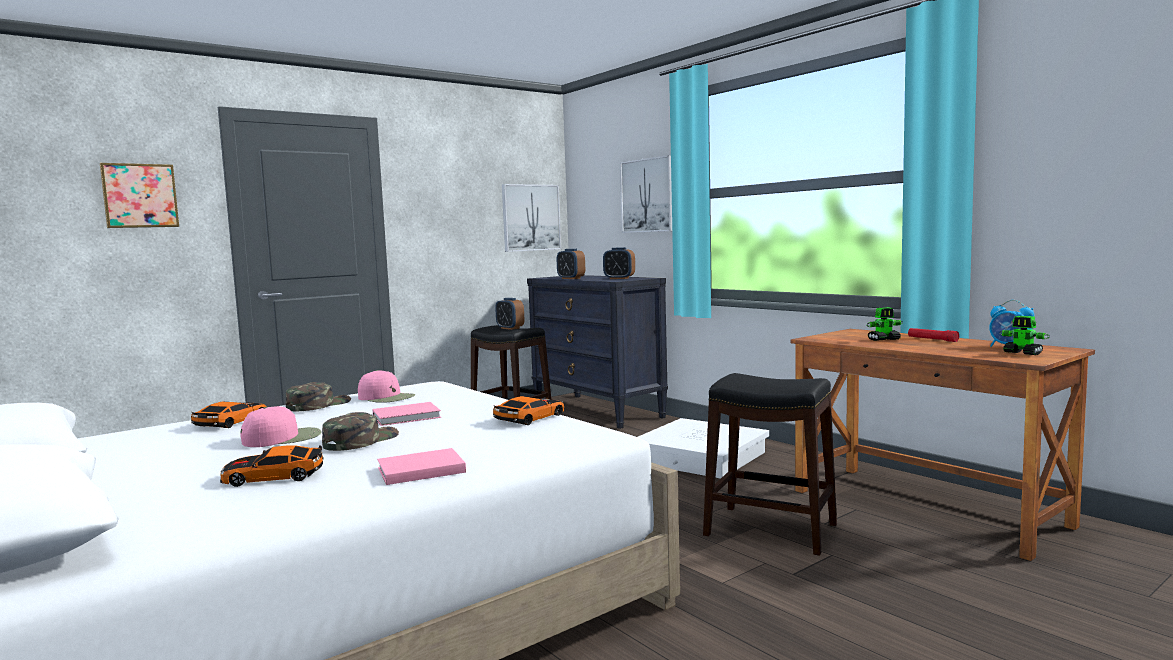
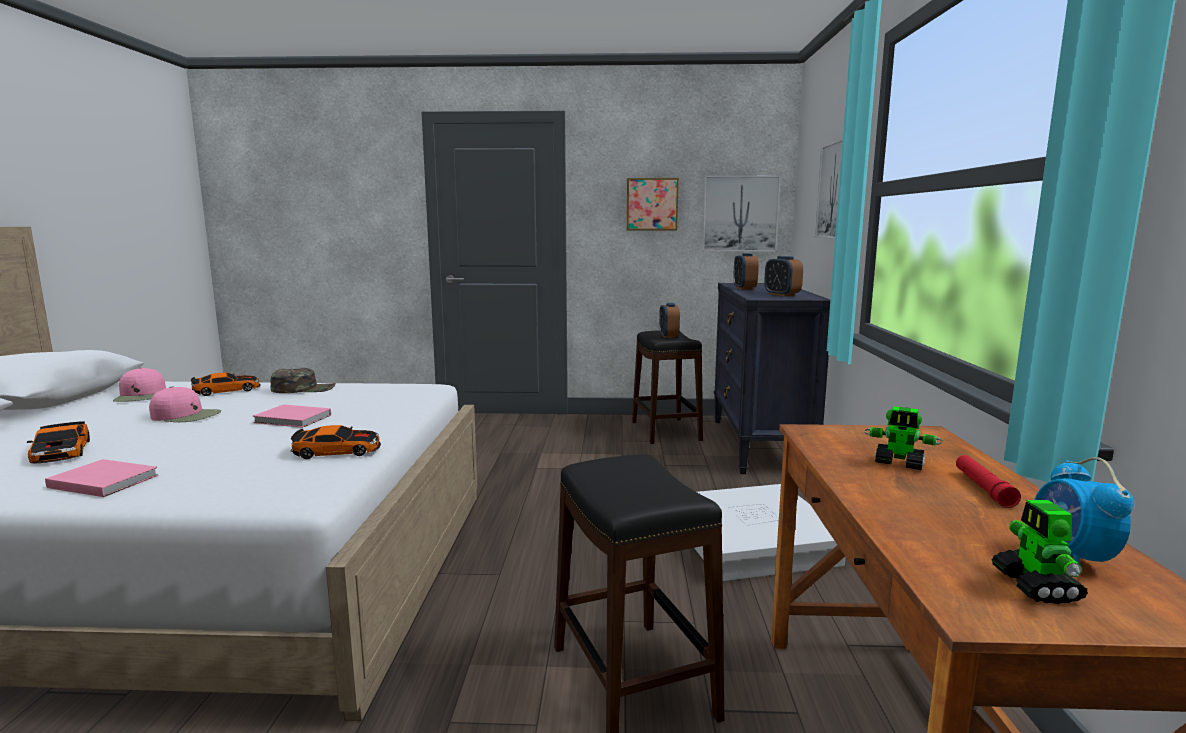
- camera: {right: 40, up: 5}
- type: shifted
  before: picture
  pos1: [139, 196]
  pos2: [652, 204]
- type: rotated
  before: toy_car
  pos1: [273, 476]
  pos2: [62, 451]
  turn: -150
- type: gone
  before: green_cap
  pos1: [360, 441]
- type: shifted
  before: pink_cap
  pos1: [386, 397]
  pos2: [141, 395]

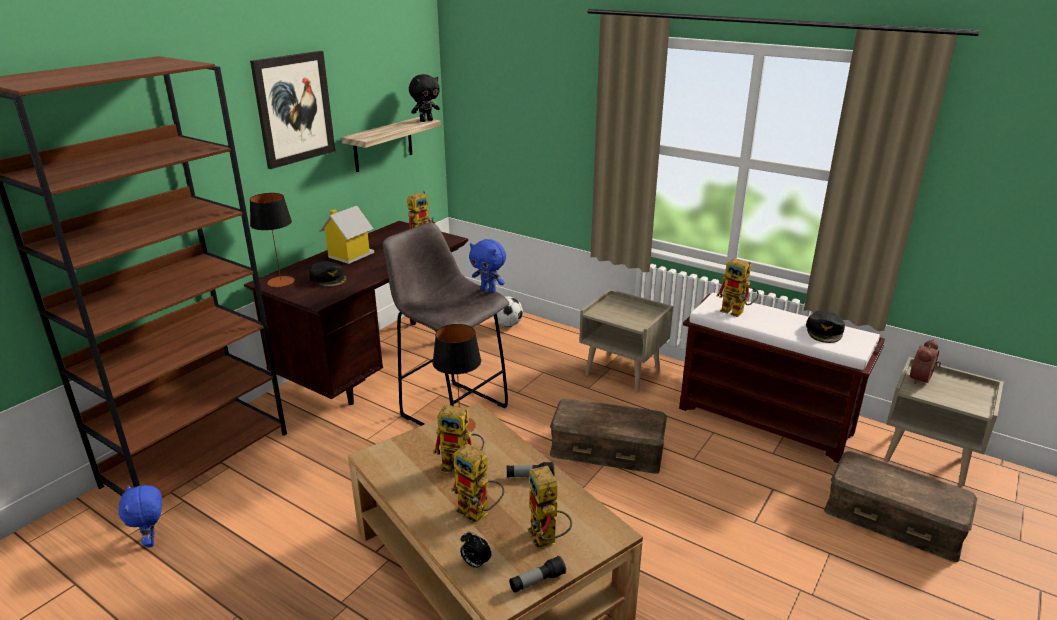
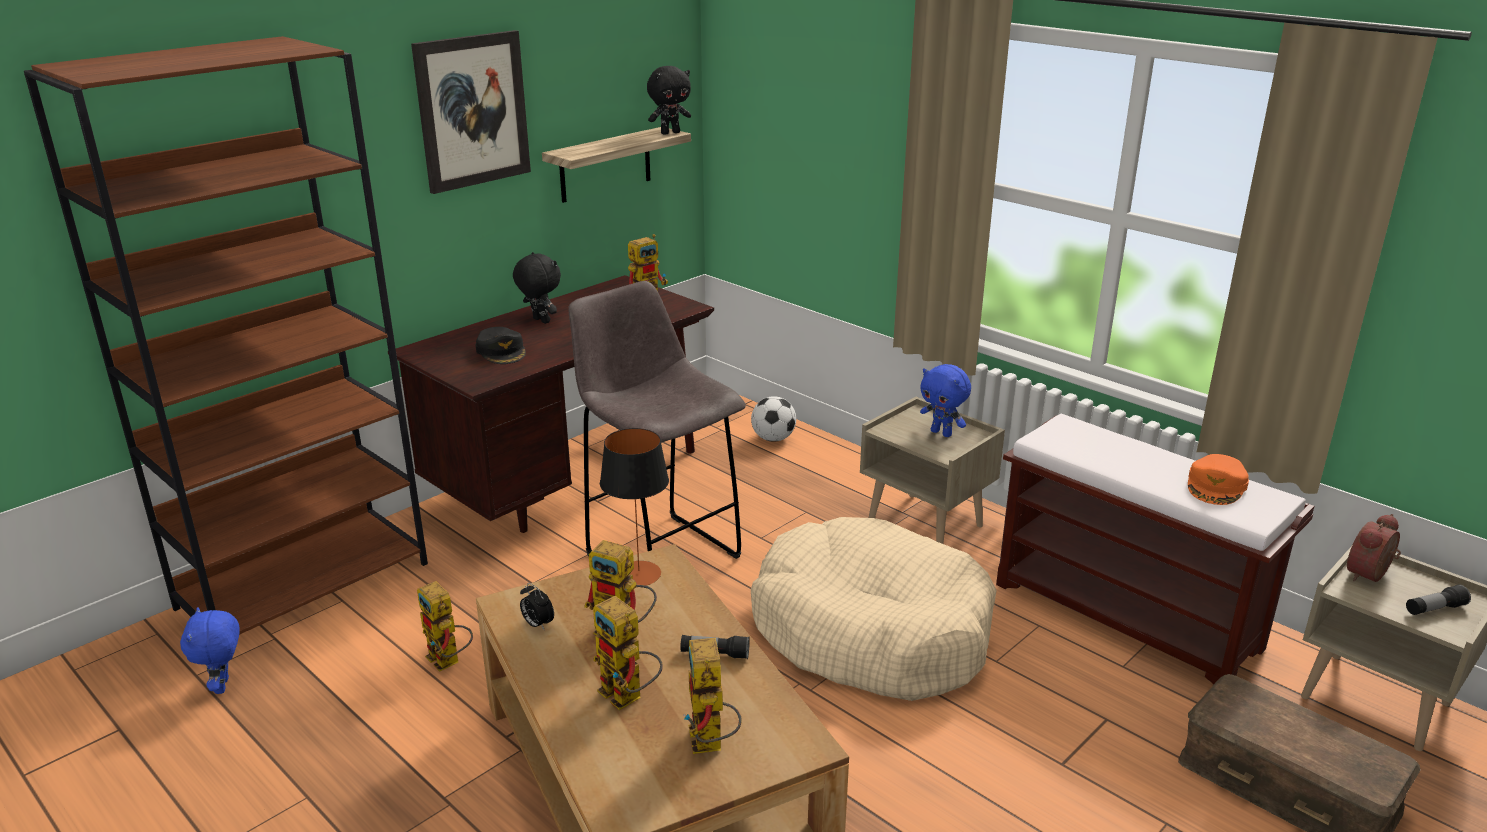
- camera: {right: 10, up: 0}
- type: gone
  before: table_lamp
  pos1: [281, 281]
- type: swapped
  before: toy_house
  after: black_plush_toy
  pos1: [349, 255]
  pos2: [540, 321]
- type: shifted
  before: alarm_clock
  pos1: [475, 564]
  pos2: [537, 624]
- type: shifted
  before: blue_plush_toy
  pos1: [489, 290]
  pos2: [942, 433]
- type: shifted
  before: flashlight
  pos1: [537, 581]
  pos2: [1434, 609]
- type: swapped
  before: brown_storage_box
  after: beige_dog_bed
  pos1: [607, 448]
  pos2: [870, 631]
- type: shifted
  before: toy_robot
  pos1: [737, 312]
  pos2: [449, 662]
- type: repainted
  before: black_cap
  after: orange_cap
  pos1: [824, 331]
  pos2: [1216, 486]

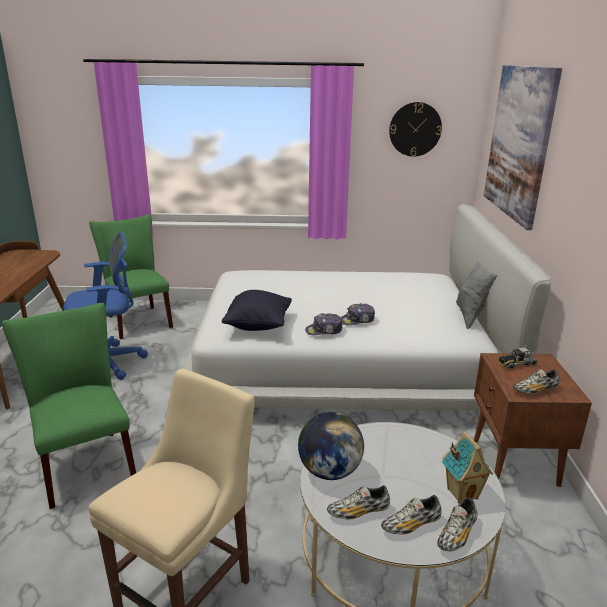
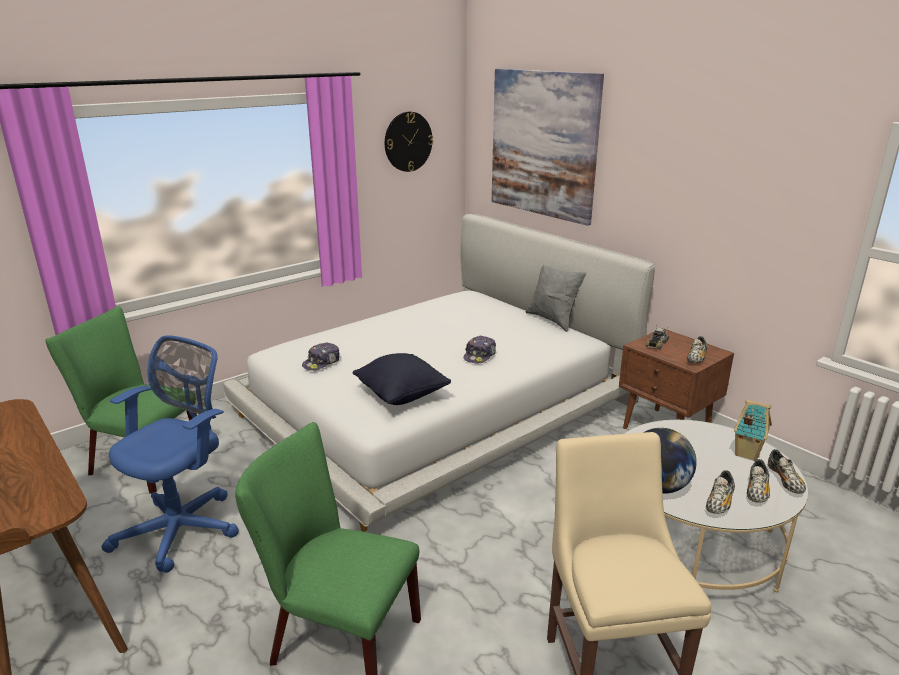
- camera: {right: -40, up: 0}
- type: shifted
  before: cap
  pos1: [324, 331]
  pos2: [322, 363]

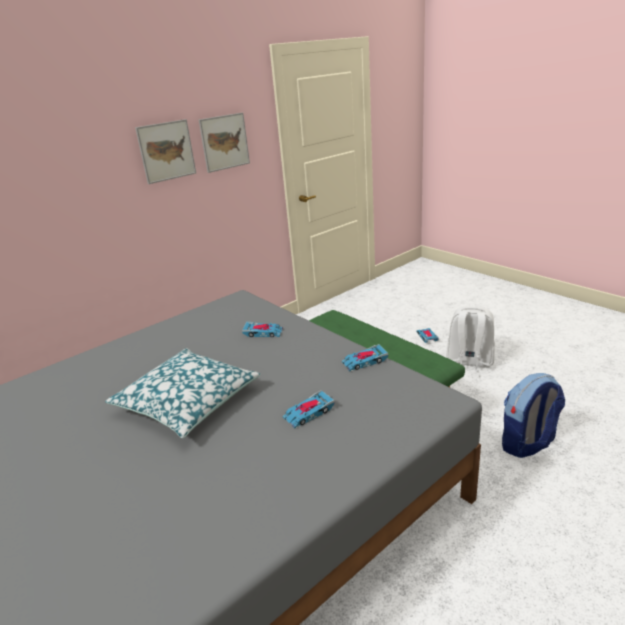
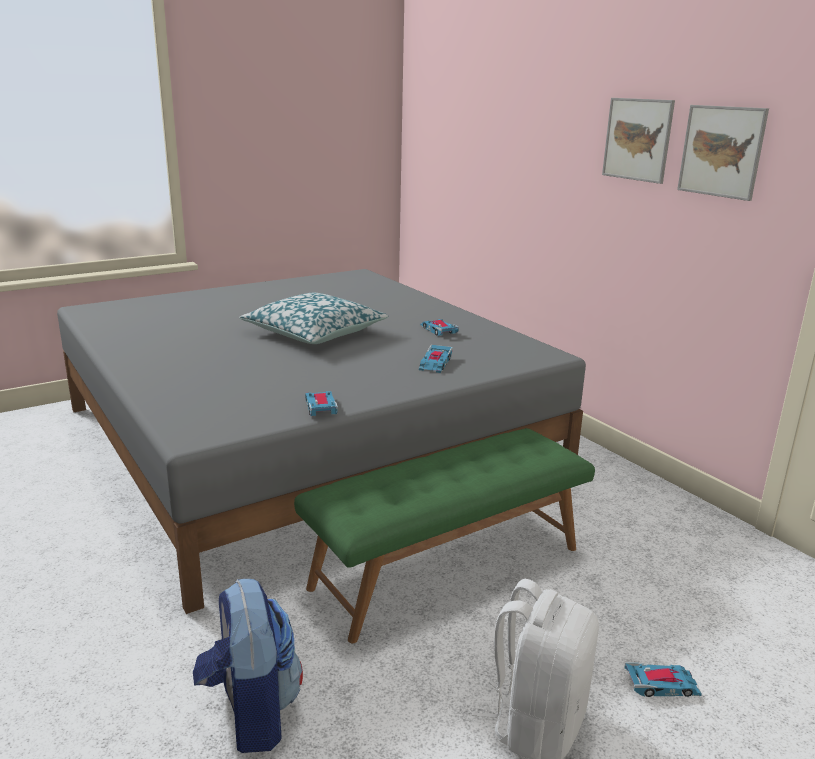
- camera: {right: 95, up: -5}
- type: shifted
  before: toy_car
  pos1: [308, 413]
  pos2: [438, 330]

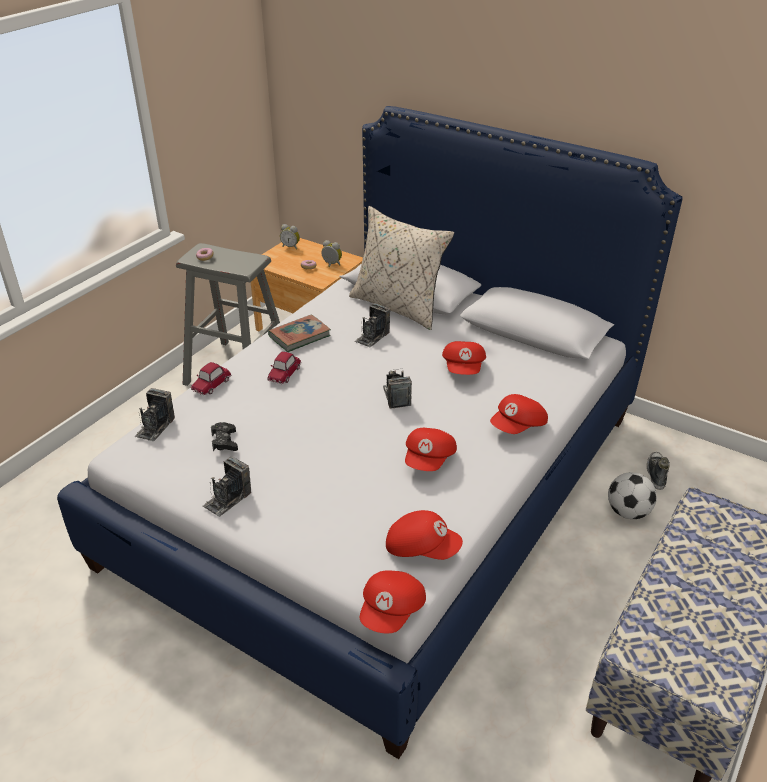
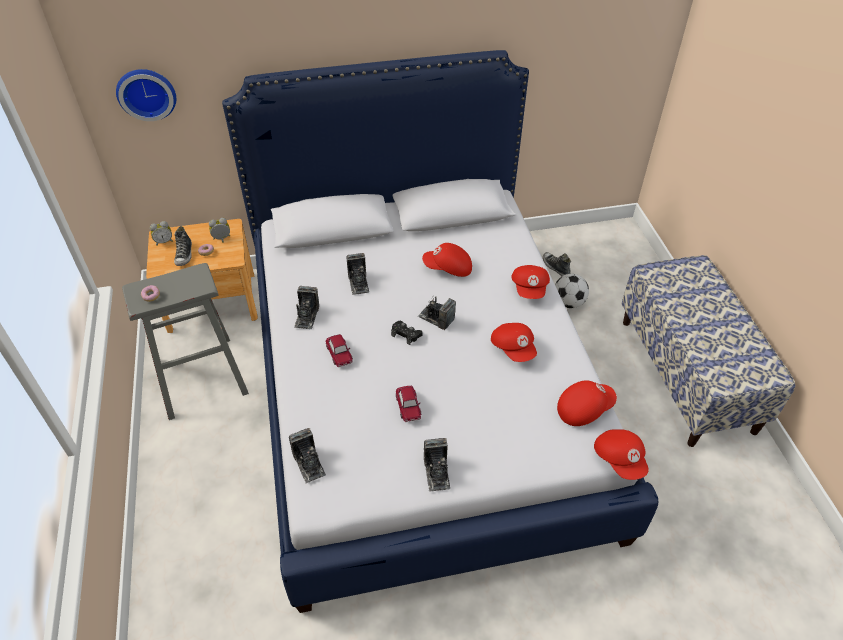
- camera: {right: -45, up: 10}
- type: shifted
  before: toy_car
  pos1: [211, 384]
  pos2: [408, 406]
- type: shifted
  before: black_game_controller
  pos1: [224, 441]
  pos2: [406, 334]
- type: swapped
  before: book
  after: photo_camera
  pos1: [299, 336]
  pos2: [307, 316]
- type: gone
  before: beige_pillow
  pos1: [398, 306]
- type: rotated
  before: red_cap
  pos1: [464, 368]
  pos2: [448, 268]
  turn: 135
- type: new
  after: wall_clock
  pos2: [146, 93]
- type: new
  after: shoe
  pos2: [184, 255]

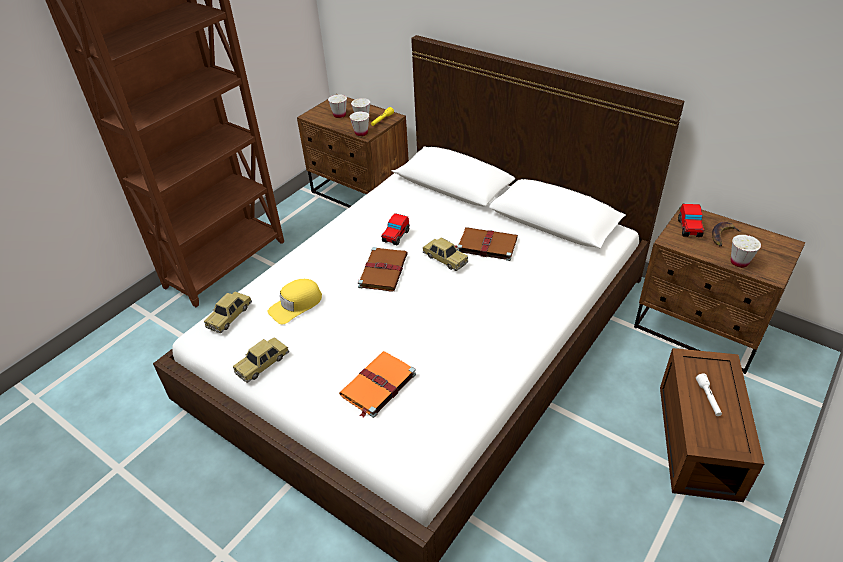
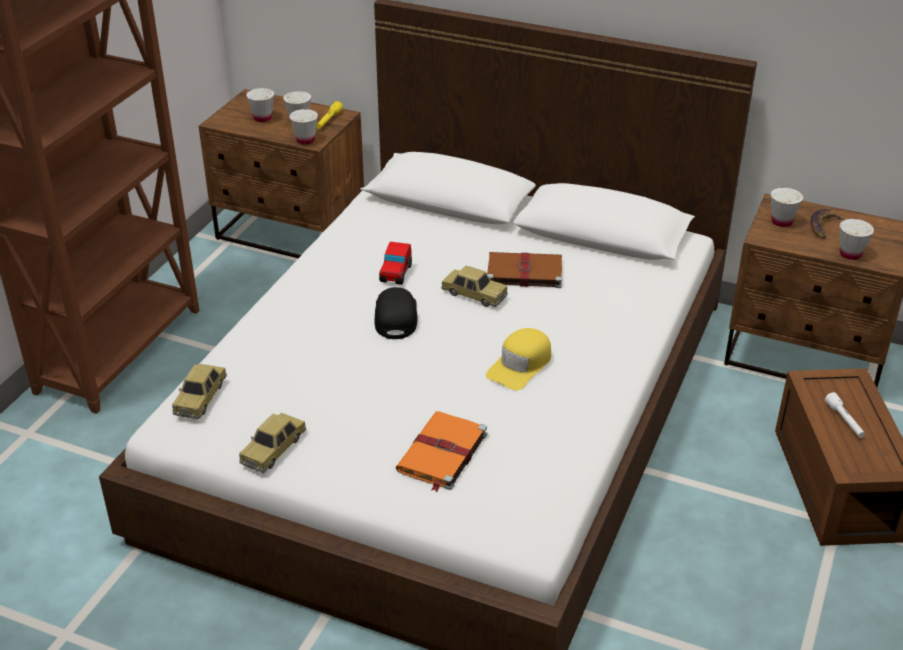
- camera: {right: -15, up: -5}
- type: shifted
  before: yellow_cap
  pos1: [296, 305]
  pos2: [520, 365]
- type: swapped
  before: brown_book
  after: black_cap
  pos1: [383, 270]
  pos2: [395, 317]
- type: swapped
  before: toy_car
  after: white_cup
  pos1: [689, 228]
  pos2: [781, 222]

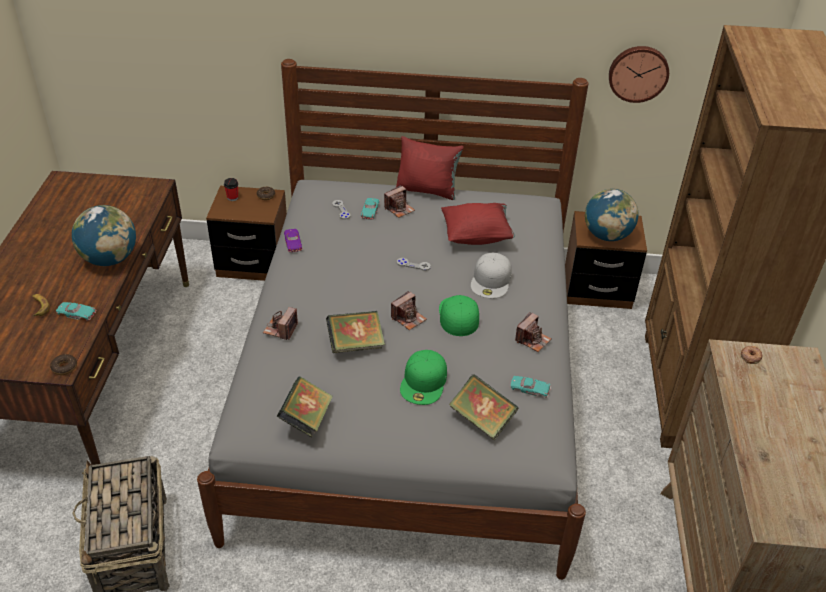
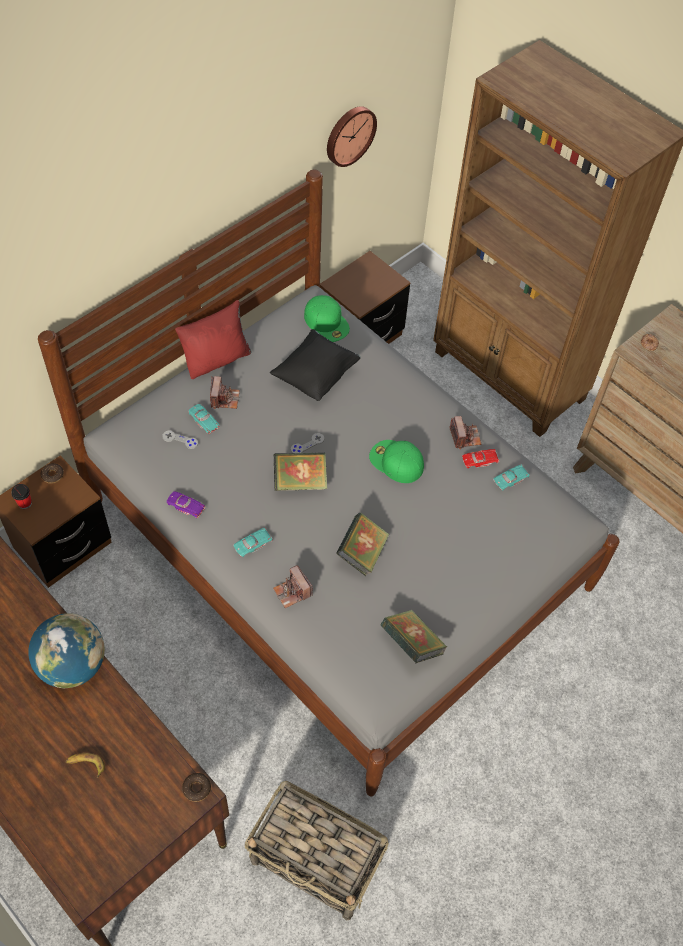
- camera: {right: -50, up: 15}
- type: shifted
  before: turquoise_toy_car
  pos1: [76, 313]
  pos2: [253, 544]
- type: gone
  before: photo_camera
  pos1: [408, 318]
- type: shifted
  before: green_cap
  pos1: [424, 382]
  pos2: [327, 322]
- type: repainted
  before: red_pillow
  after: black_pillow
  pos1: [477, 236]
  pos2: [316, 376]
- type: shifted
  before: book
  pos1: [482, 419]
  pos2: [300, 481]
- type: gone
  before: white_cap
  pos1: [491, 280]
- type: gone
  before: globe
  pos1: [607, 235]
- type: new
  after: red_toy_car
  pos2: [479, 460]

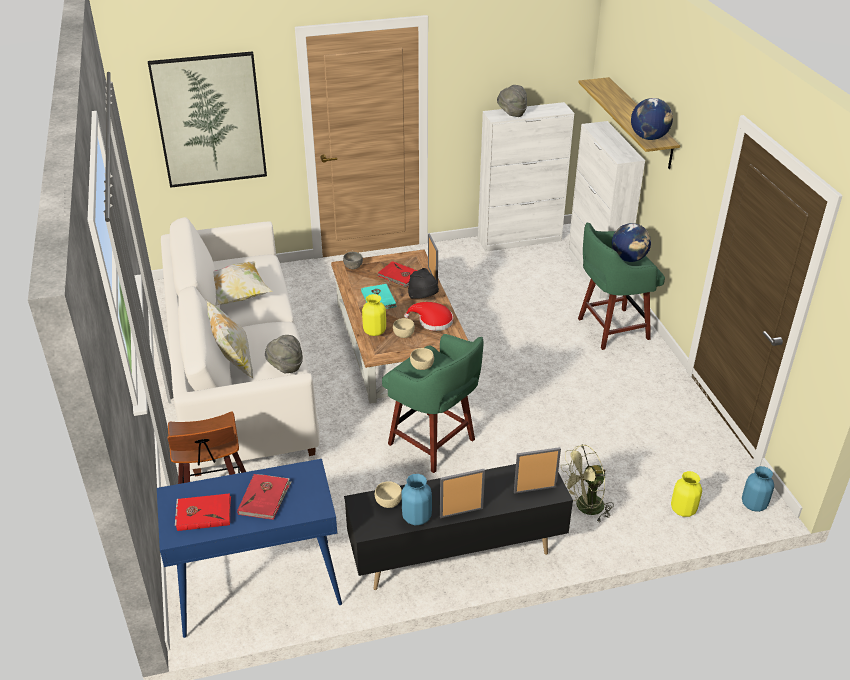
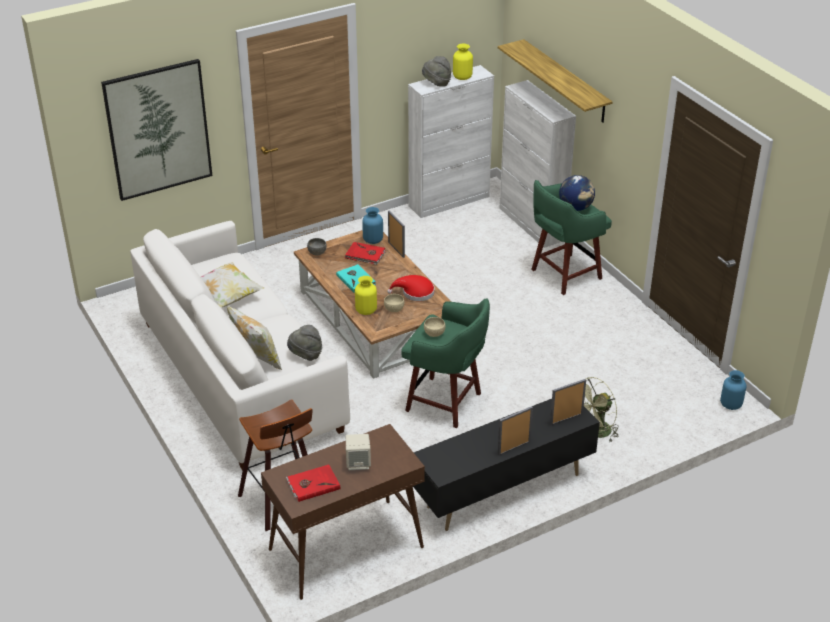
- camera: {right: -15, up: 0}
- type: repainted
  before: blue_console_table
  after: brown_console_table
  pos1: [258, 588]
  pos2: [345, 549]
- type: swapped
  before: red_book
  after: beige_speaker
  pos1: [265, 498]
  pos2: [358, 463]
- type: gone
  before: beige_bowl
  pos1: [389, 502]
- type: shifted
  before: blue_vase
  pos1: [416, 517]
  pos2: [373, 240]
- type: gone
  before: black_hat
  pos1: [423, 298]
- type: gone
  before: globe
  pos1: [649, 137]
- type: shifted
  before: yellow_vase
  pos1: [683, 509]
  pos2: [462, 77]

